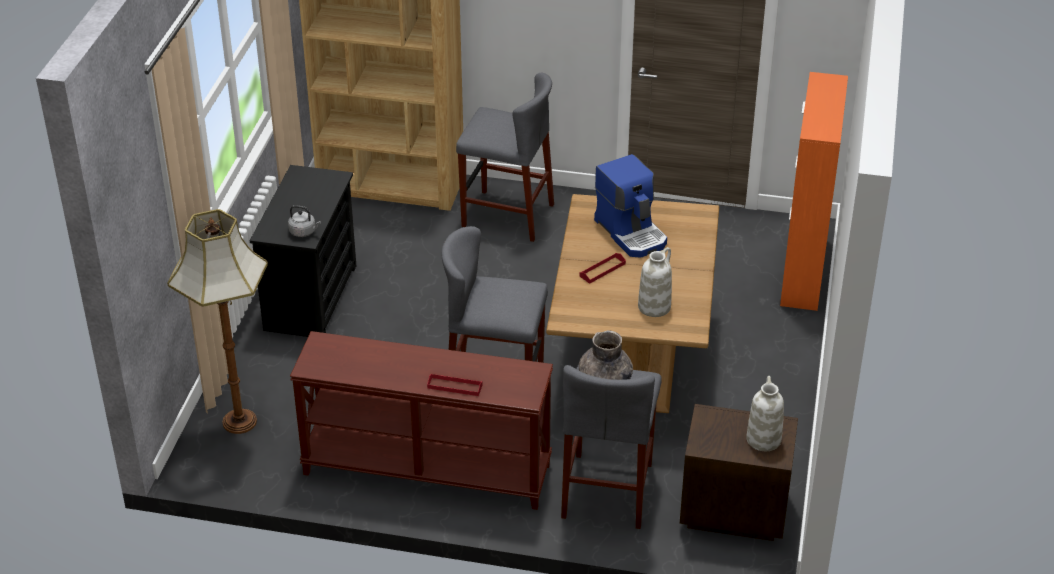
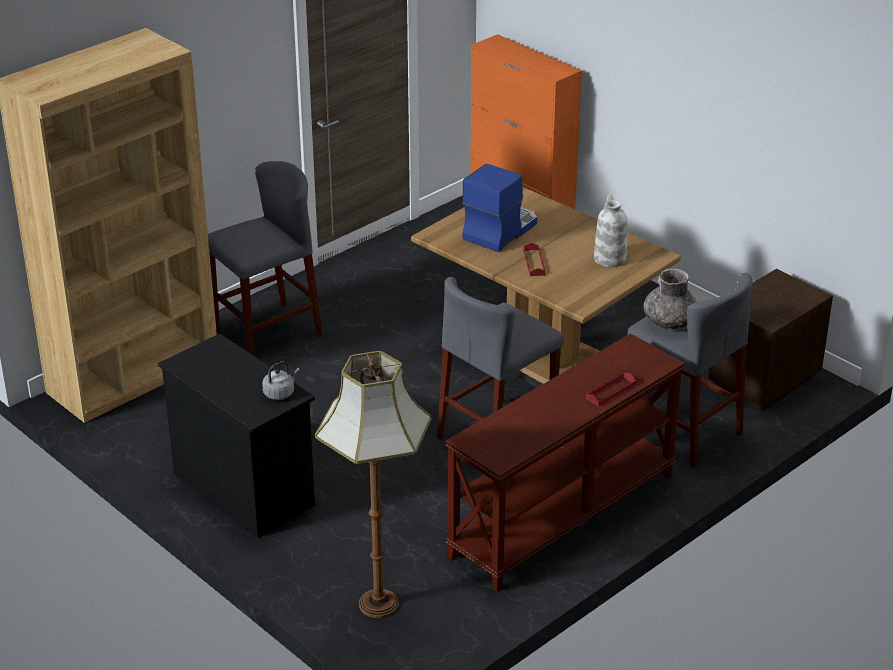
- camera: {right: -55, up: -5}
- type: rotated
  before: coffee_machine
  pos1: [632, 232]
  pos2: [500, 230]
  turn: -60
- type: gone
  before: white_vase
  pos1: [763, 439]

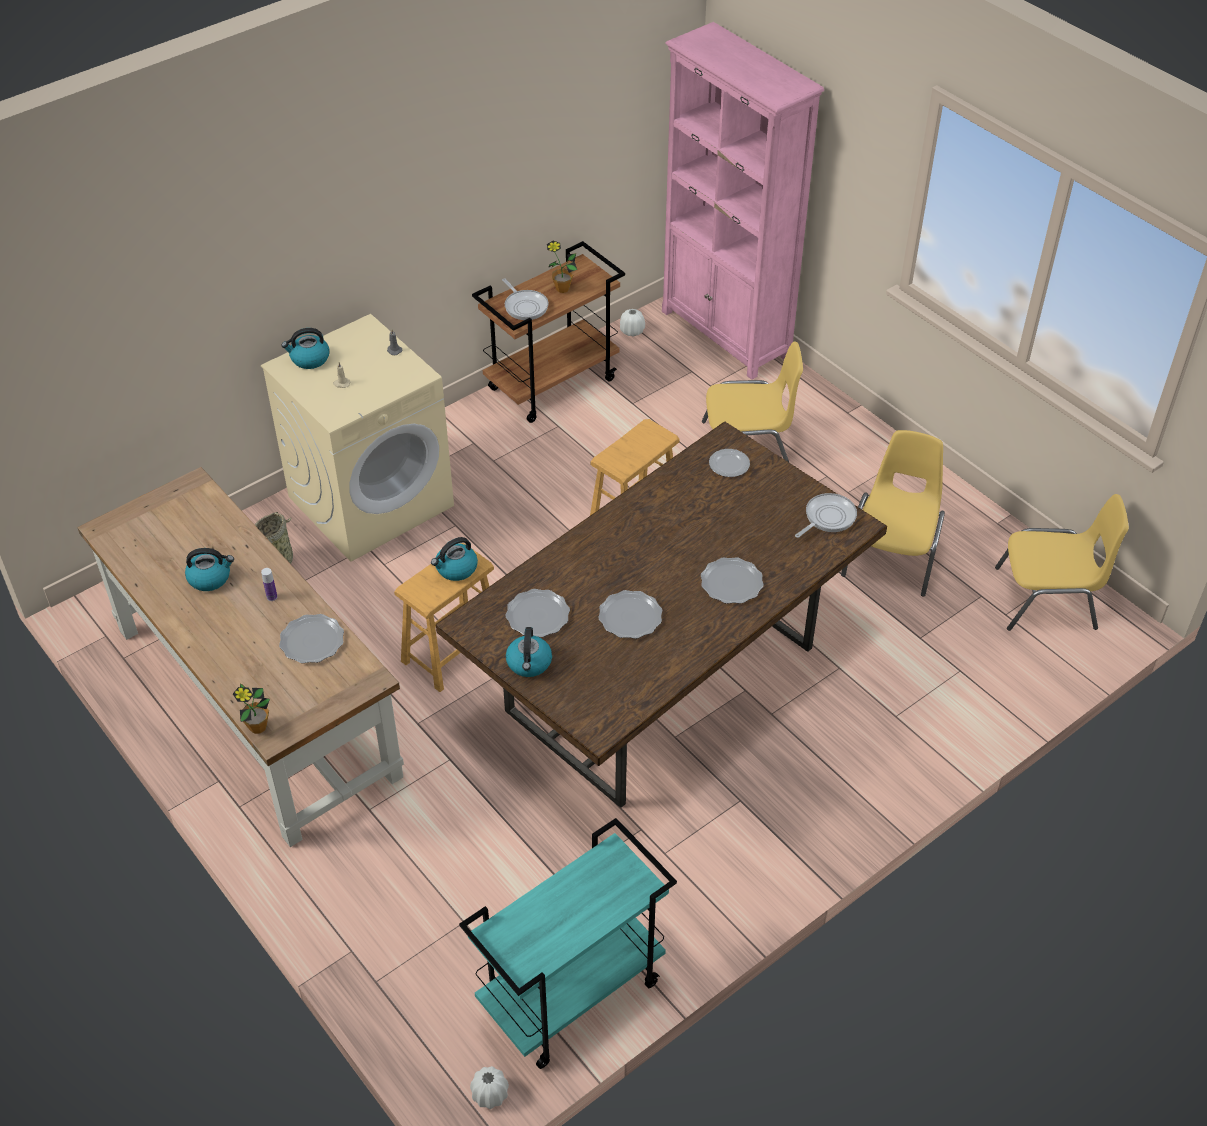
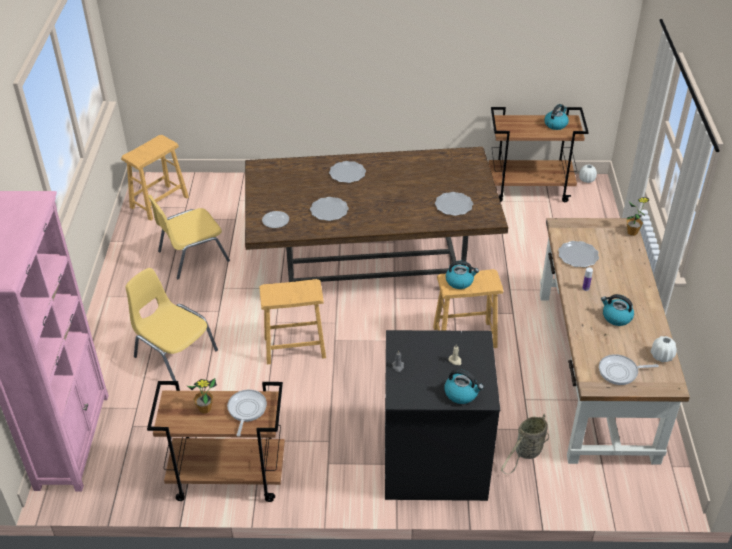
- camera: {right: -140, up: -5}
- type: repainted
  before: beige_washing_machine
  after: black_washing_machine
  pos1: [371, 500]
  pos2: [433, 461]
- type: repainted
  before: turquoise_cart
  after: brown_cart
  pos1: [571, 995]
  pos2: [530, 188]
- type: shifted
  before: kettle
  pos1: [529, 663]
  pos2: [556, 124]
- type: shifted
  before: plate
  pos1: [630, 617]
  pos2: [329, 210]
- type: shifted
  before: white_vase
  pos1: [632, 331]
  pos2: [662, 356]
- type: shifted
  before: frying_pan
  pos1: [827, 518]
  pos2: [620, 372]
- type: swapped
  before: yellow_chair
  after: brown_stool
  pos1: [1047, 599]
  pos2: [159, 202]

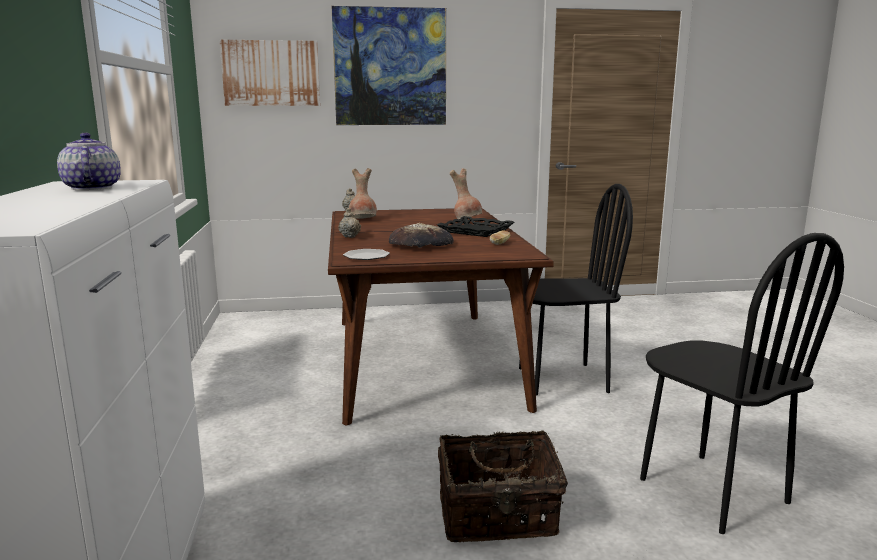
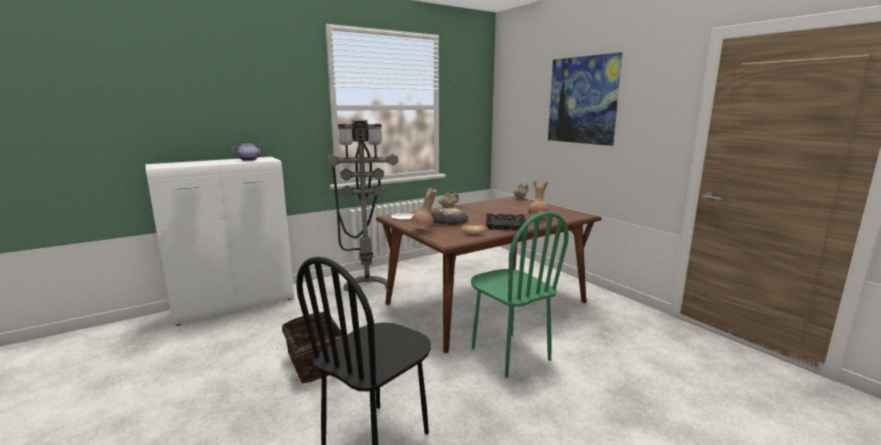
- camera: {right: 65, up: 0}
- type: gone
  before: picture
  pos1: [271, 73]
- type: shifted
  before: brown_vase
  pos1: [363, 220]
  pos2: [423, 231]
- type: repainted
  before: black_chair
  after: green_chair
  pos1: [562, 379]
  pos2: [509, 354]
- type: new
  after: grey_floor_lamp
  pos2: [367, 282]

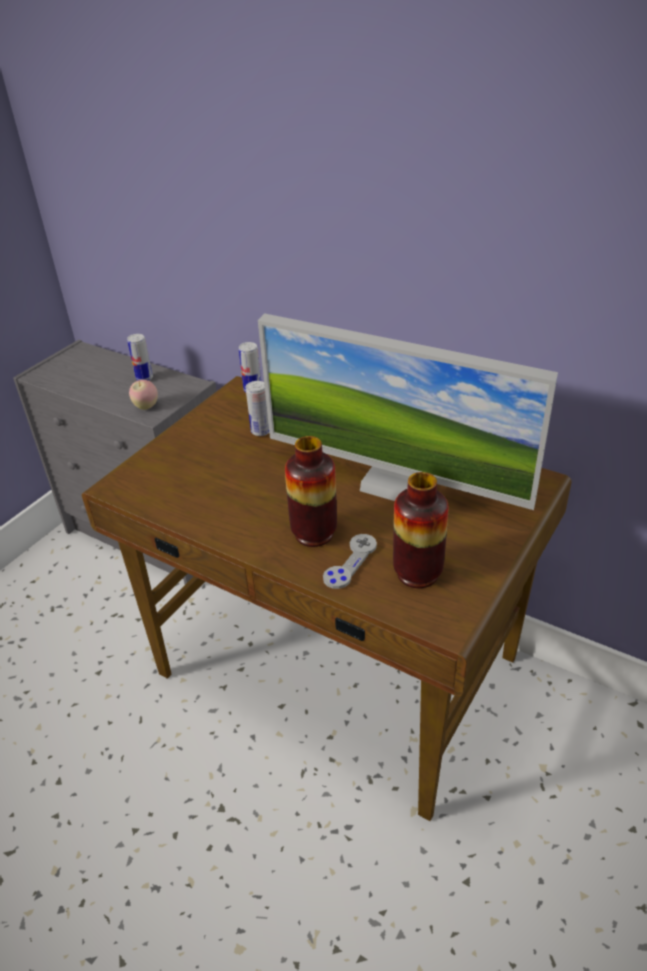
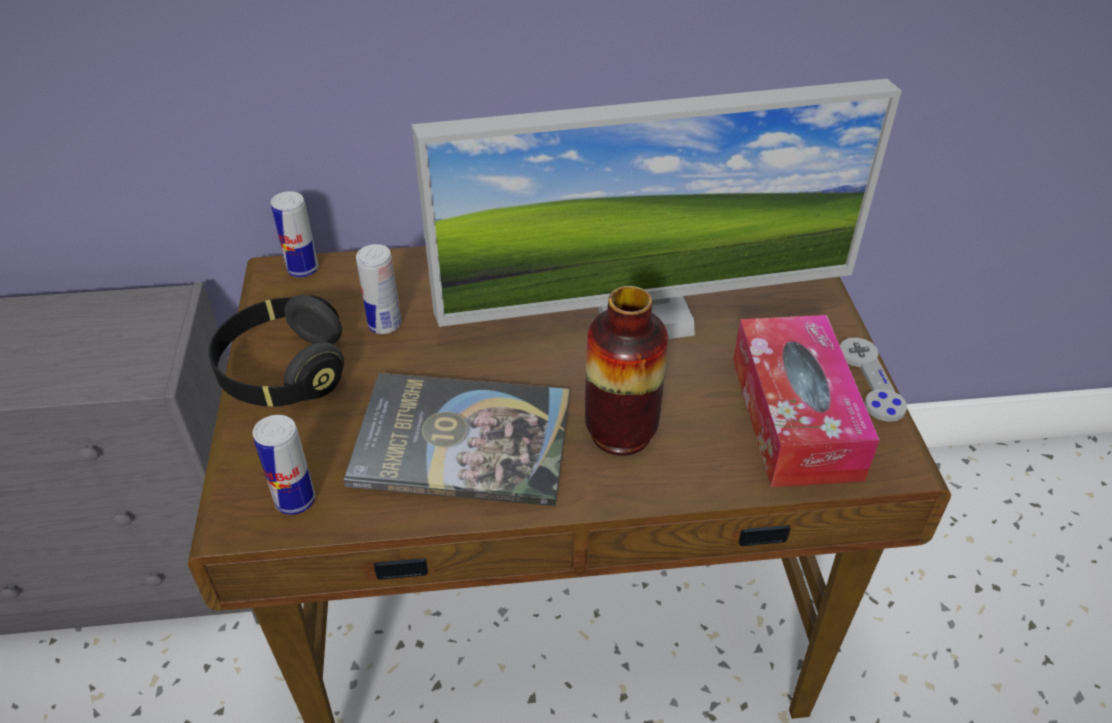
- camera: {right: -40, up: 5}
- type: shifted
  before: can
  pos1: [144, 378]
  pos2: [295, 500]
- type: gone
  before: apple
  pos1: [146, 406]
- type: shifted
  before: grey_game_controller
  pos1: [350, 562]
  pos2: [870, 380]
- type: swapped
  before: vase
  after: tissue_box
  pos1: [417, 573]
  pos2: [794, 417]
- type: new
  after: black_headphones
  pos2: [283, 372]
- type: new
  after: book
  pos2: [462, 440]

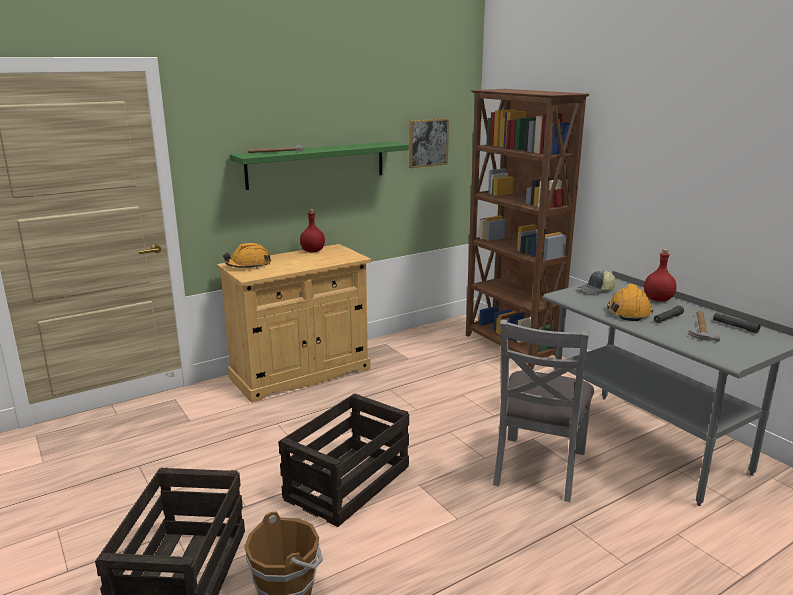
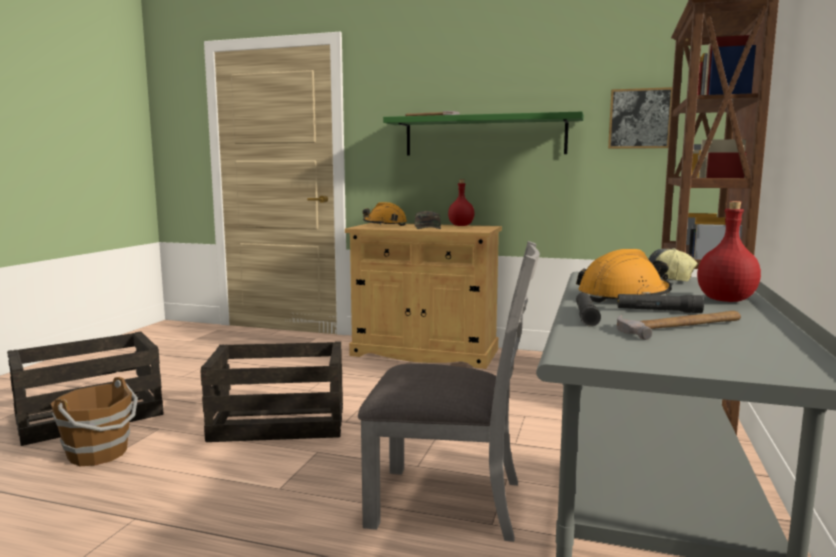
- camera: {right: 50, up: -10}
- type: rotated
  before: grey_chair
  pos1: [538, 467]
  pos2: [448, 502]
  turn: -150
- type: shifted
  before: black_flashlight
  pos1: [735, 327]
  pos2: [586, 316]
- type: new
  after: green_cap
  pos2: [428, 227]

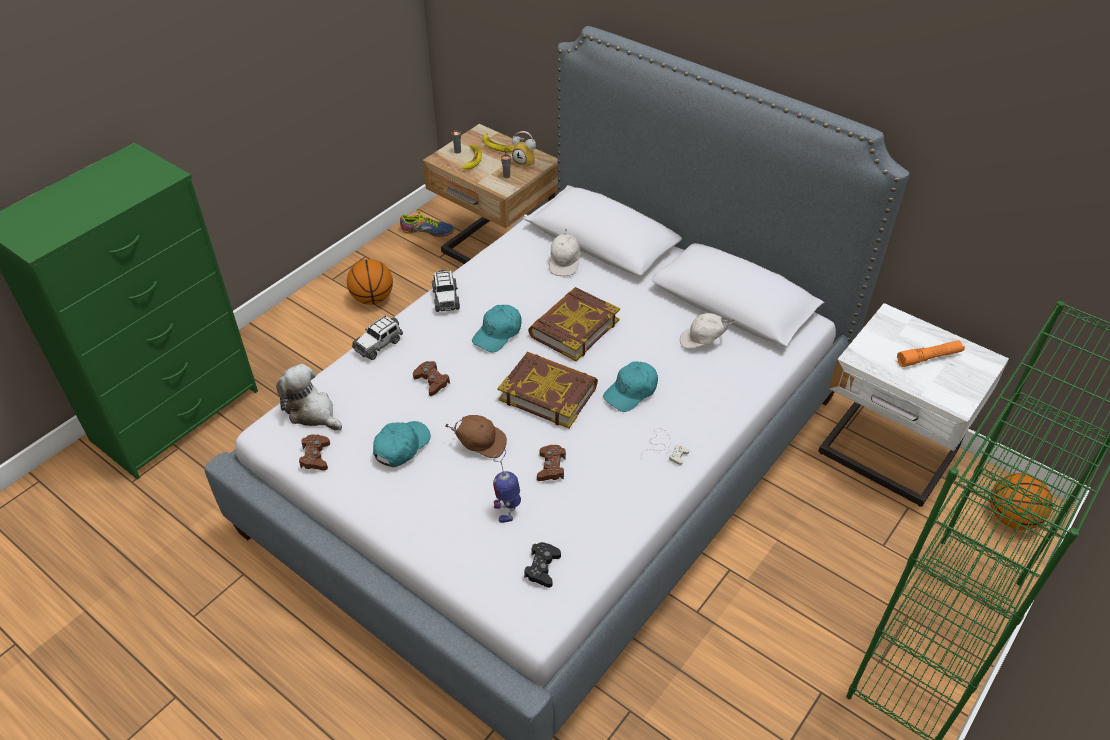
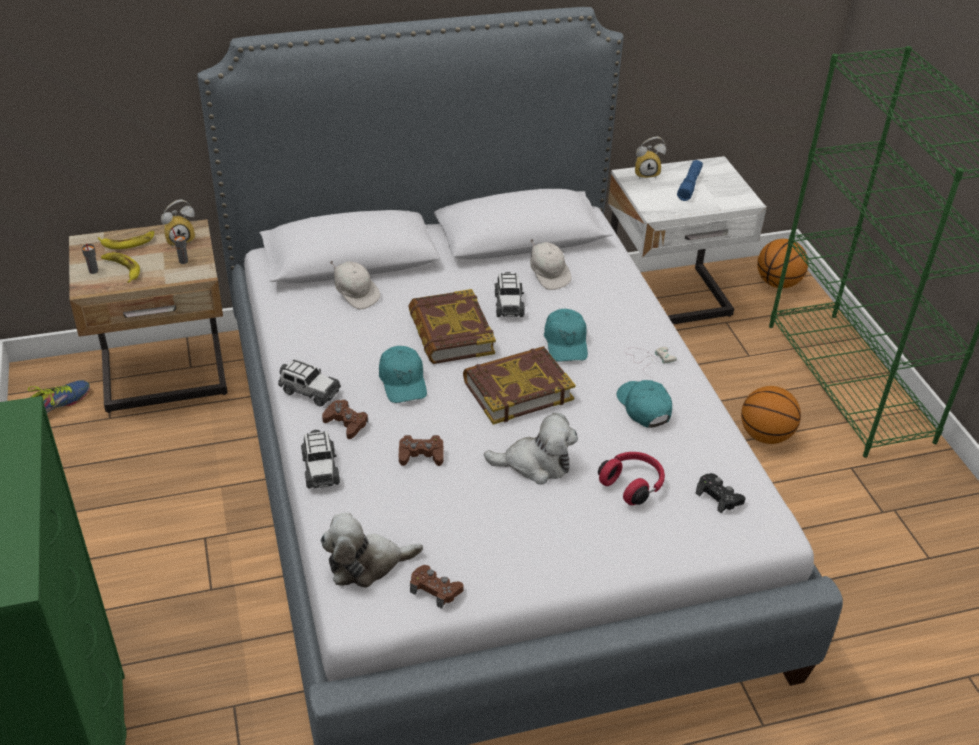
- camera: {right: -55, up: -5}
- type: shifted
  before: basketball
  pos1: [373, 298]
  pos2: [765, 435]
- type: shifted
  before: turquoise_cap
  pos1: [401, 446]
  pos2: [643, 408]
- type: swapped
  before: brown_cap
  after: plush_toy
  pos1: [480, 444]
  pos2: [535, 464]
- type: swapped
  before: toy_robot
  after: red_headphones
  pos1: [508, 508]
  pos2: [632, 484]
- type: shifted
  before: brown_game_controller
  pos1: [551, 467]
  pos2: [346, 423]
- type: rotated
  before: white_cap
  pos1: [702, 341]
  pos2: [548, 275]
  turn: -60
- type: repainted
  before: orange_flashlight
  after: blue_flashlight
  pos1: [929, 358]
  pos2: [689, 185]
- type: new
  after: toy_car
  pos2: [508, 304]
- type: new
  after: alarm_clock
  pos2: [646, 174]

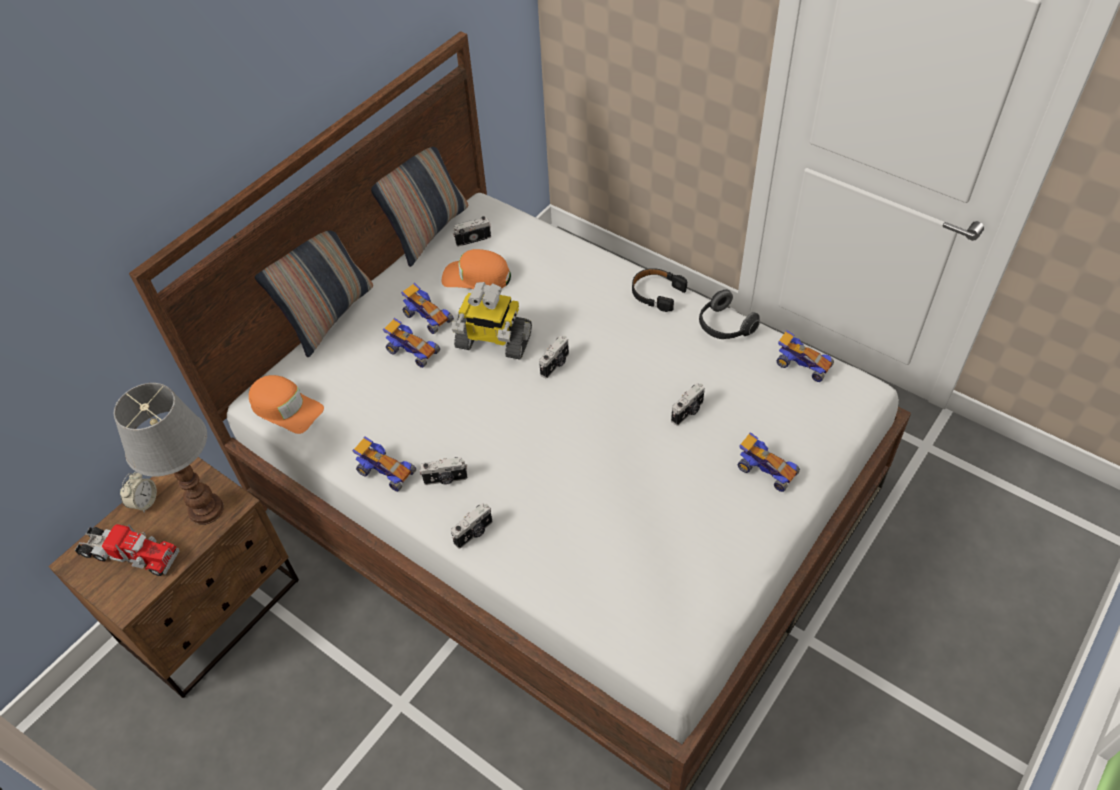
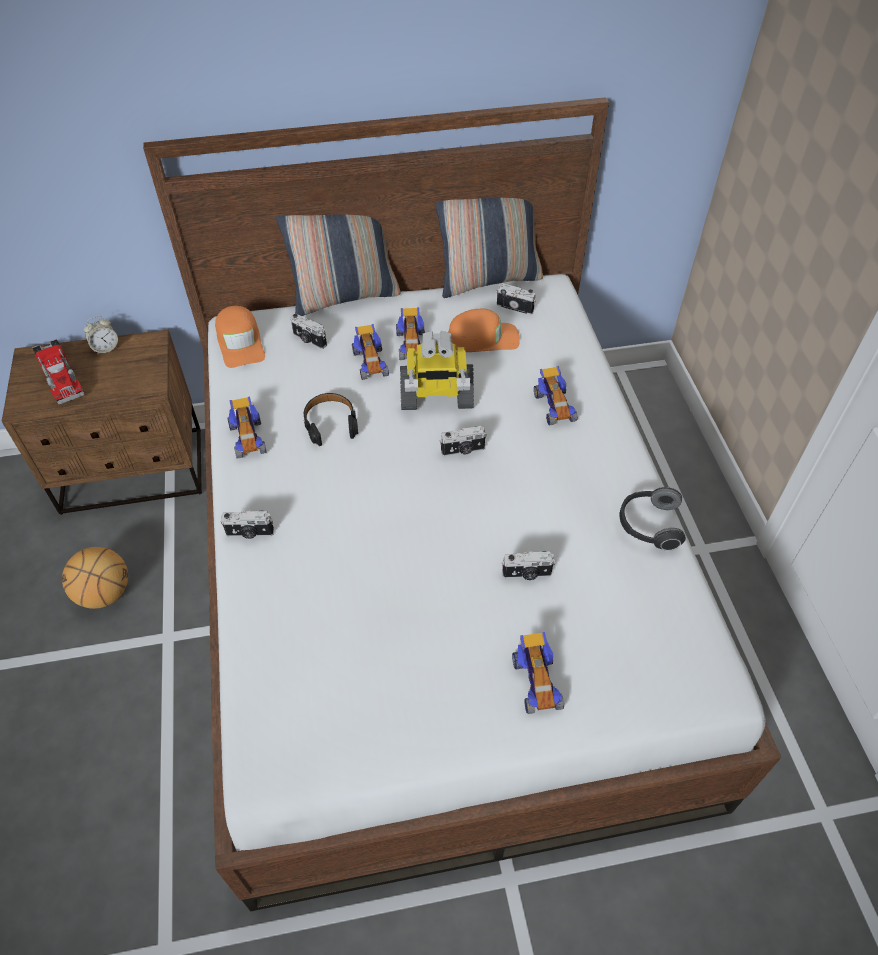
- camera: {right: 40, up: 0}
- type: gone
  before: table_lamp
  pos1: [206, 508]
- type: shifted
  before: photo_camera
  pos1: [445, 479]
  pos2: [309, 340]
- type: rotated
  before: orange_cap
  pos1: [476, 277]
  pos2: [483, 338]
  turn: 120
- type: rotated
  before: toy_robot
  pos1: [493, 341]
  pos2: [436, 397]
  turn: -60
- type: shifted
  before: black_headphones
  pos1: [656, 293]
  pos2: [330, 423]
- type: shifted
  before: toy_car
  pos1: [802, 364]
  pos2: [554, 406]
- type: new
  after: basketball
  pos2: [105, 593]

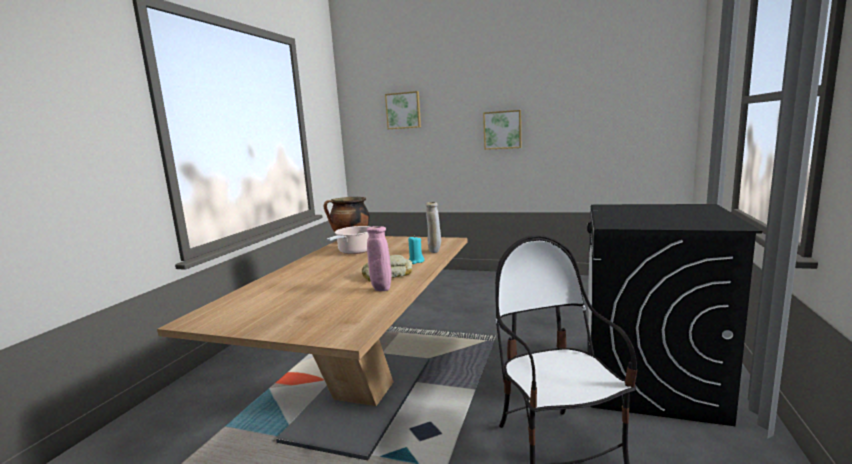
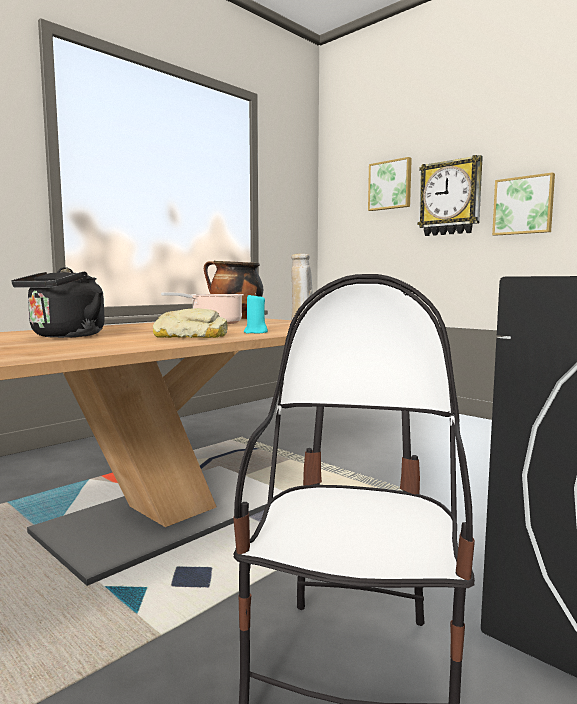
- camera: {right: 25, up: -5}
- type: gone
  before: pink_vase
  pos1: [381, 290]
- type: new
  after: black_kettle
  pos2: [64, 336]
- type: new
  after: wall_clock
  pos2: [450, 198]

